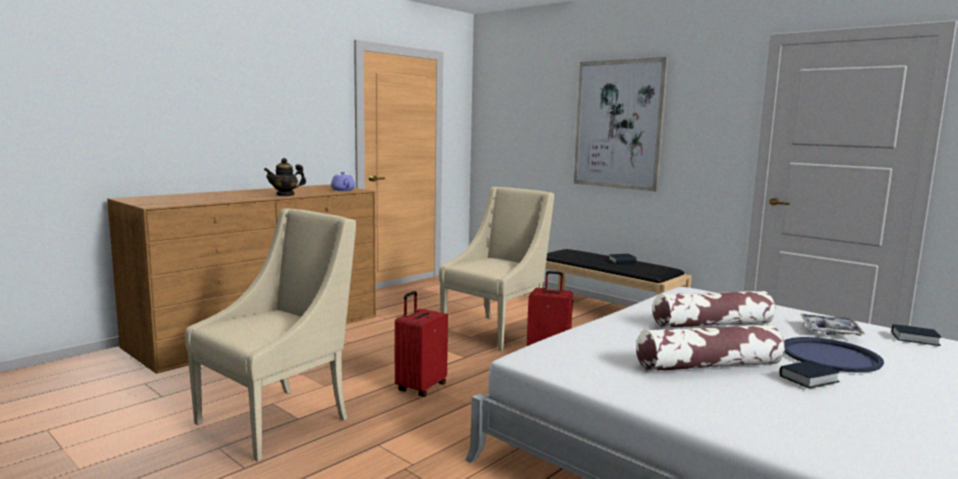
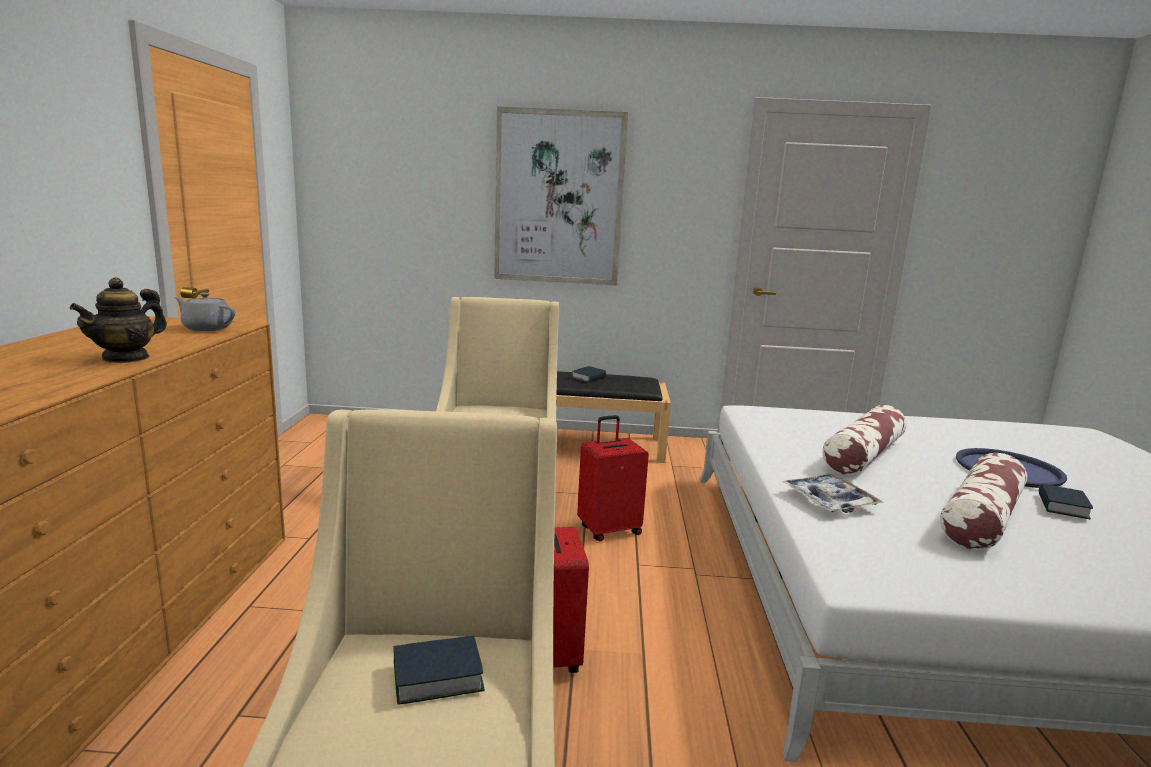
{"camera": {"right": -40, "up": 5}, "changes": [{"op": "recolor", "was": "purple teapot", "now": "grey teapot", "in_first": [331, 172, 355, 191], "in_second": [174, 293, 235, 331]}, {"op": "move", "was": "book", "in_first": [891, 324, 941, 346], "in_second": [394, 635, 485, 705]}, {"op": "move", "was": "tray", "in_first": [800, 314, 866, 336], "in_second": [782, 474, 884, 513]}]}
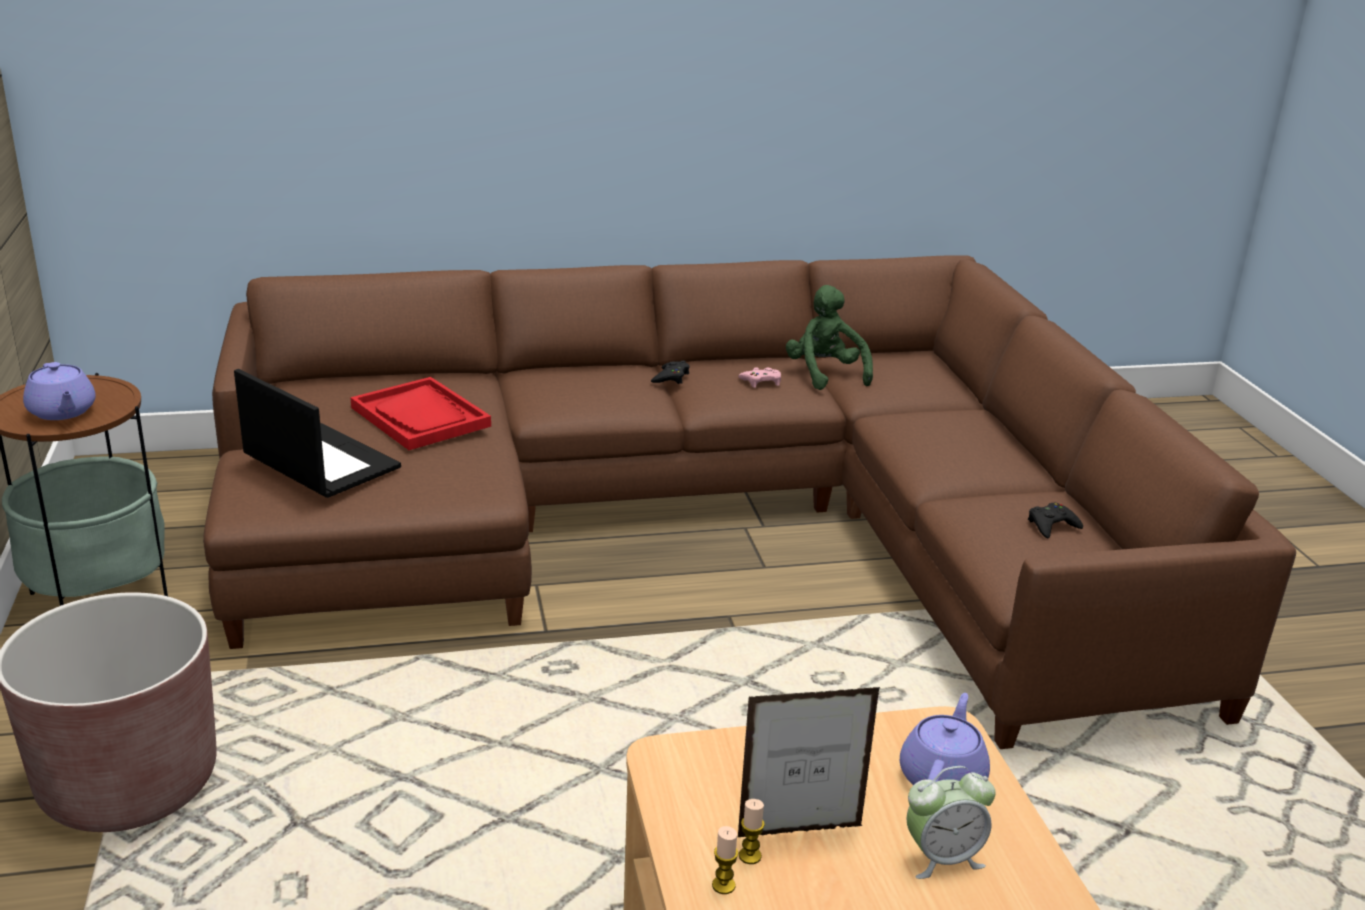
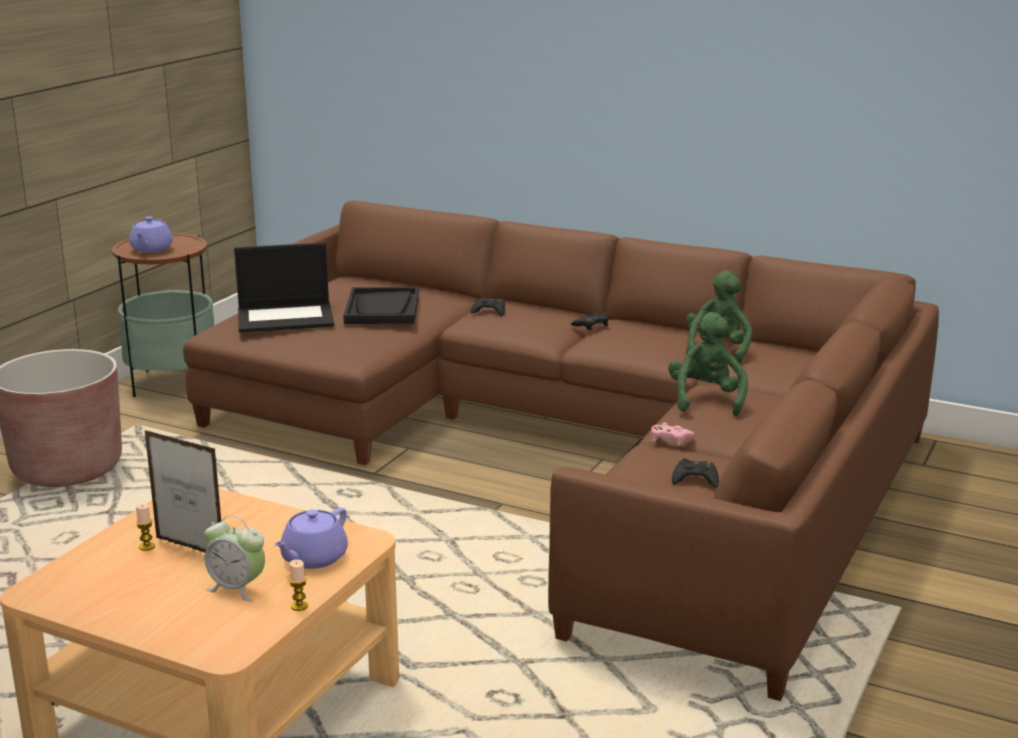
{"camera": {"right": 40, "up": -5}, "changes": [{"op": "rotate", "was": "laptop", "in_first": [234, 369, 401, 498], "in_second": [234, 242, 334, 333], "clockwise": 90}, {"op": "rotate", "was": "purple teapot", "in_first": [900, 693, 990, 785], "in_second": [274, 508, 348, 569], "clockwise": 150}, {"op": "move", "was": "candle", "in_first": [712, 826, 738, 894], "in_second": [289, 559, 308, 611]}, {"op": "recolor", "was": "red tray", "now": "black tray", "in_first": [350, 377, 491, 450], "in_second": [343, 287, 419, 324]}, {"op": "insert", "now": "black game controller", "in_second": [471, 296, 505, 316]}, {"op": "move", "was": "pink game controller", "in_first": [738, 367, 781, 388], "in_second": [651, 423, 695, 446]}, {"op": "insert", "now": "green plush toy", "in_second": [668, 312, 748, 416]}]}
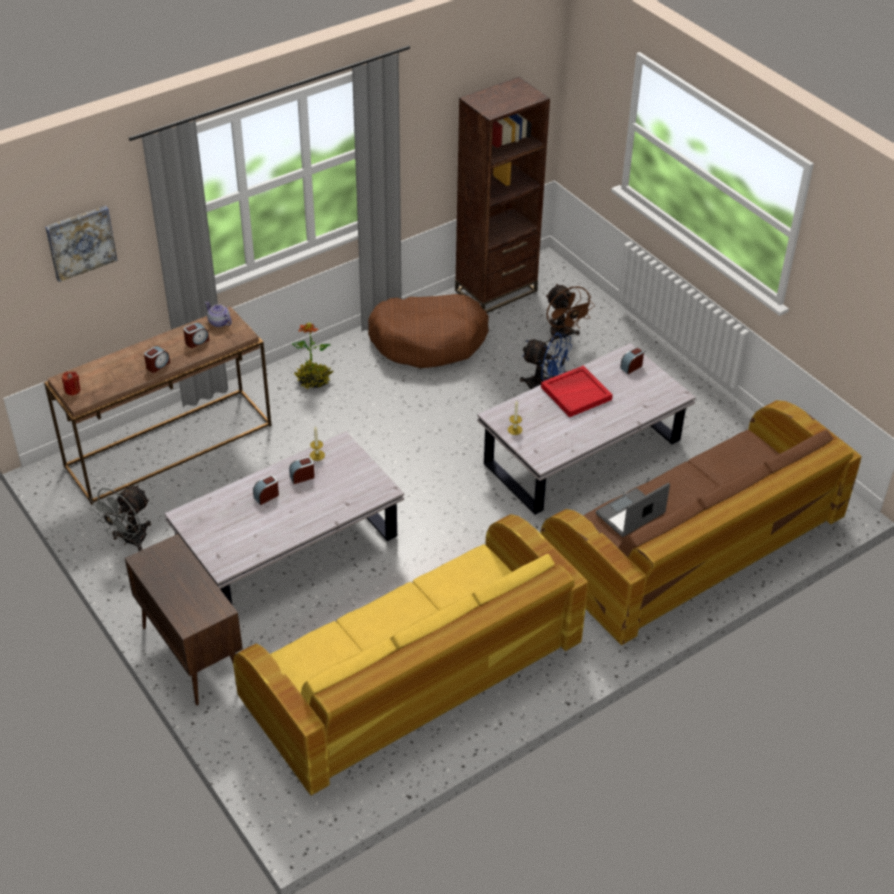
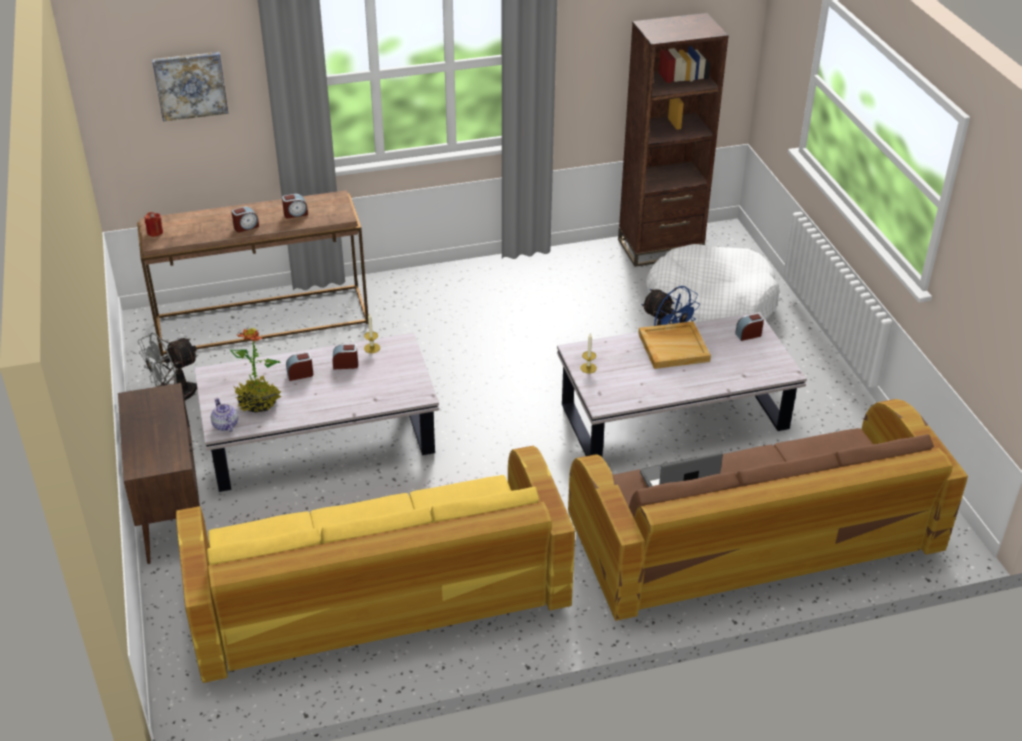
{"camera": {"right": 20, "up": -5}, "changes": [{"op": "move", "was": "teapot", "in_first": [205, 302, 232, 327], "in_second": [211, 398, 238, 432]}, {"op": "move", "was": "potted plant", "in_first": [292, 322, 334, 389], "in_second": [230, 328, 281, 413]}, {"op": "recolor", "was": "red tray", "now": "beige tray", "in_first": [541, 366, 613, 417], "in_second": [638, 321, 711, 369]}, {"op": "replace", "was": "brown fan", "now": "white dog bed", "in_first": [546, 284, 595, 343], "in_second": [646, 244, 780, 323]}, {"op": "delete", "was": "brown dog bed", "in_first": [368, 294, 489, 368]}]}
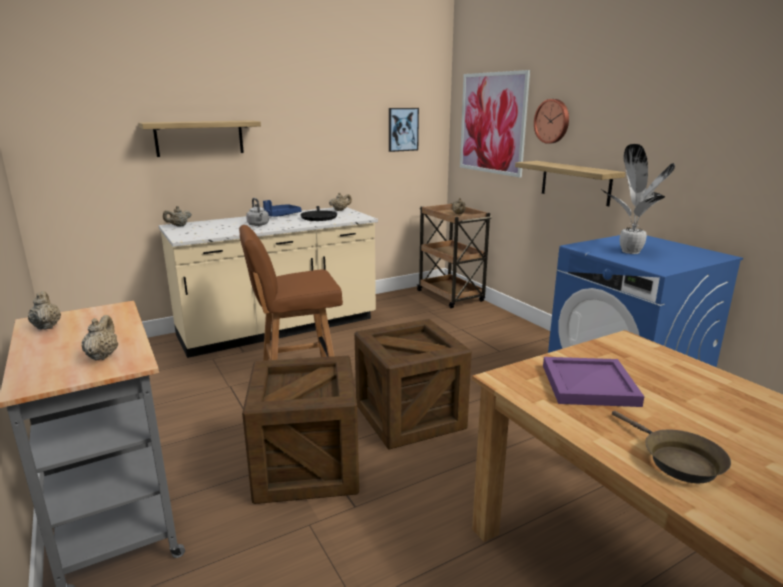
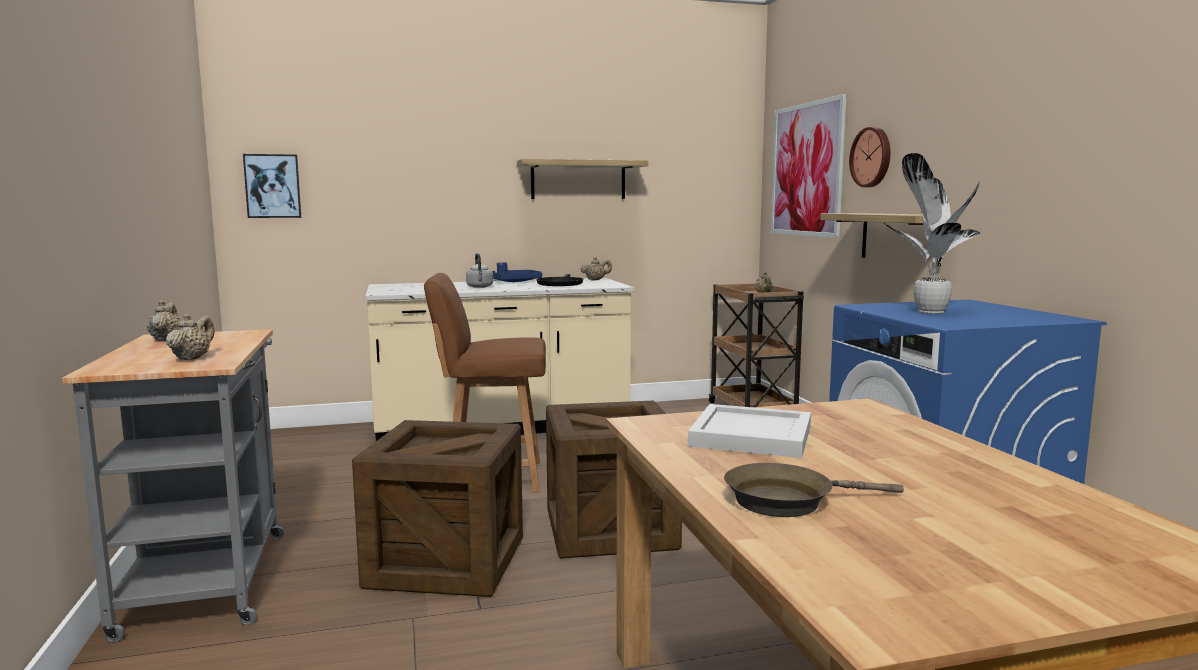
{"camera": {"right": 15, "up": -10}, "changes": [{"op": "move", "was": "picture", "in_first": [389, 108, 419, 152], "in_second": [243, 154, 301, 218]}, {"op": "move", "was": "shelf", "in_first": [139, 120, 261, 157], "in_second": [517, 159, 648, 199]}, {"op": "recolor", "was": "purple tray", "now": "white tray", "in_first": [543, 357, 644, 407], "in_second": [688, 404, 811, 458]}, {"op": "rotate", "was": "brown frying pan", "in_first": [612, 411, 731, 483], "in_second": [724, 463, 904, 517], "clockwise": 90}, {"op": "delete", "was": "beige teapot", "in_first": [163, 206, 192, 226]}]}
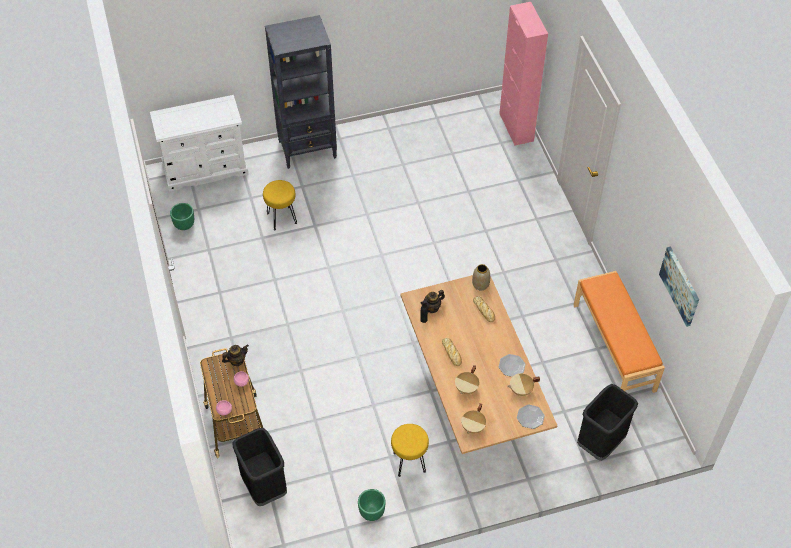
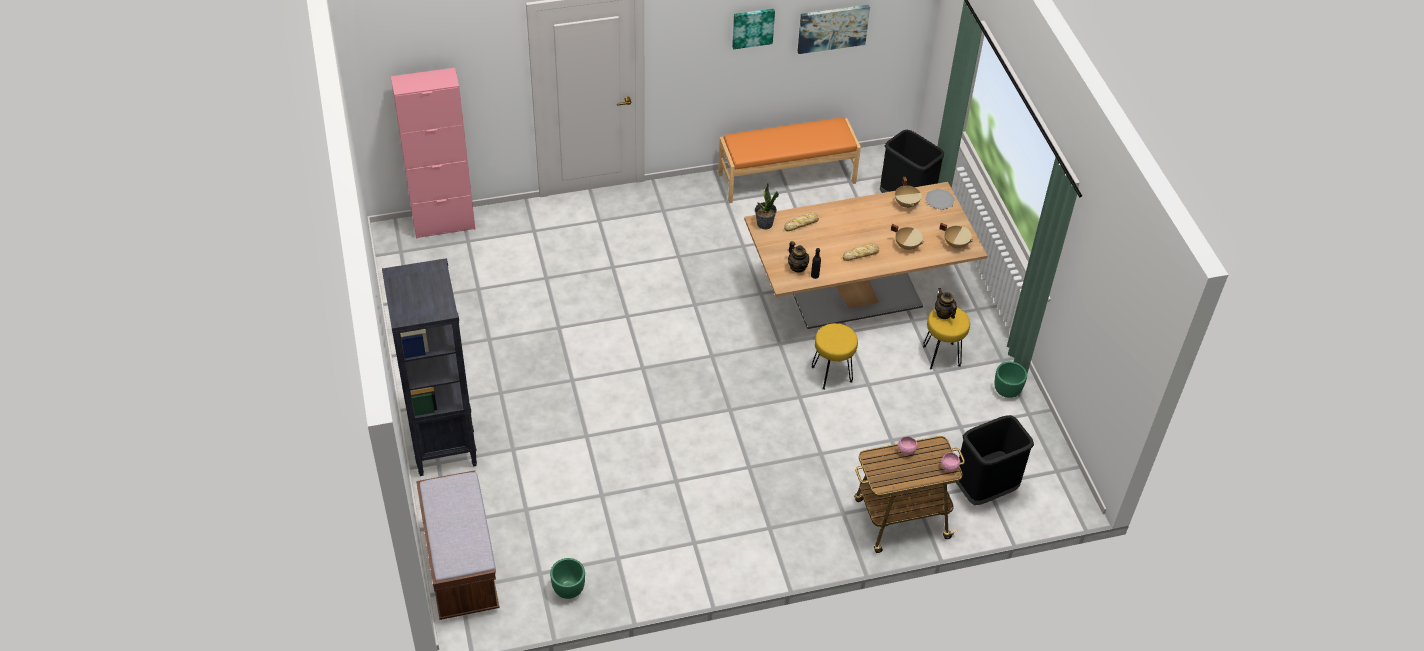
{"camera": {"right": -90, "up": -5}, "changes": [{"op": "replace", "was": "white dresser", "now": "brown bench", "in_first": [150, 95, 249, 192], "in_second": [416, 470, 500, 620]}, {"op": "insert", "now": "picture", "in_second": [732, 9, 775, 49]}, {"op": "replace", "was": "vase", "now": "potted plant", "in_first": [472, 264, 490, 290], "in_second": [755, 183, 779, 229]}, {"op": "move", "was": "yellow stool", "in_first": [263, 180, 297, 230], "in_second": [812, 323, 858, 390]}, {"op": "move", "was": "teapot", "in_first": [222, 344, 249, 366], "in_second": [935, 288, 957, 319]}, {"op": "delete", "was": "plate", "in_first": [499, 354, 526, 377]}]}
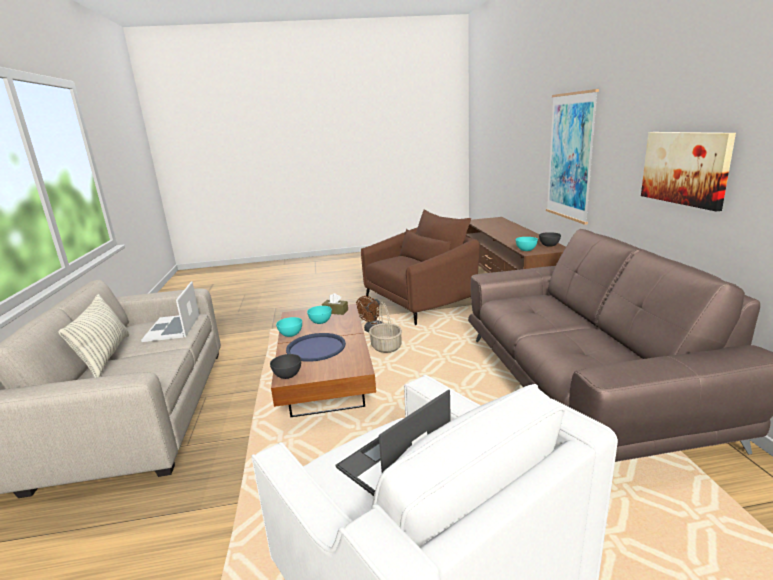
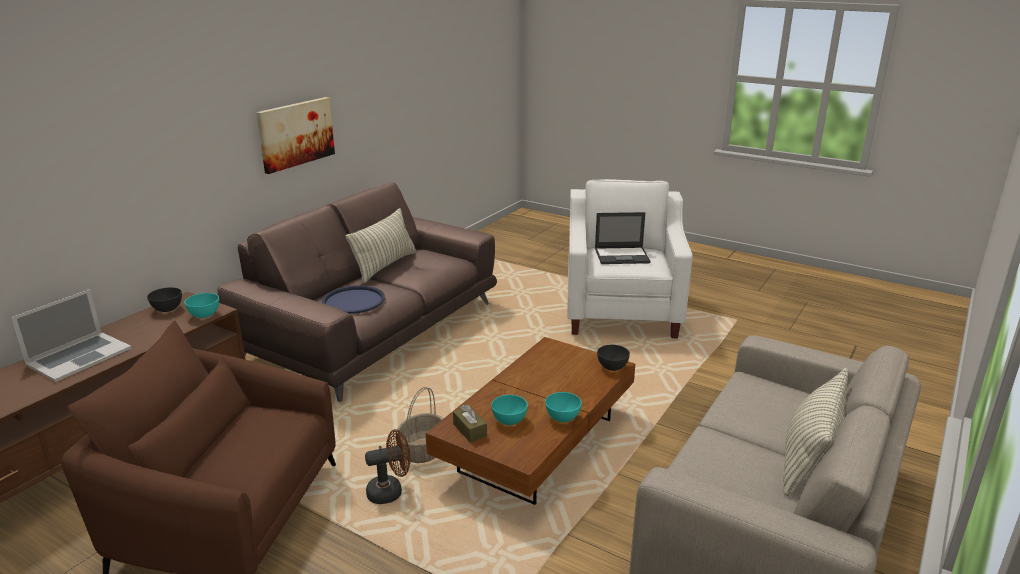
{"camera": {"right": -140, "up": 5}, "changes": [{"op": "move", "was": "laptop", "in_first": [141, 281, 199, 342], "in_second": [11, 289, 132, 382]}, {"op": "move", "was": "blue tray", "in_first": [286, 333, 346, 362], "in_second": [322, 285, 385, 314]}, {"op": "insert", "now": "pillow", "in_second": [346, 208, 416, 284]}, {"op": "delete", "was": "picture", "in_first": [546, 89, 599, 225]}]}
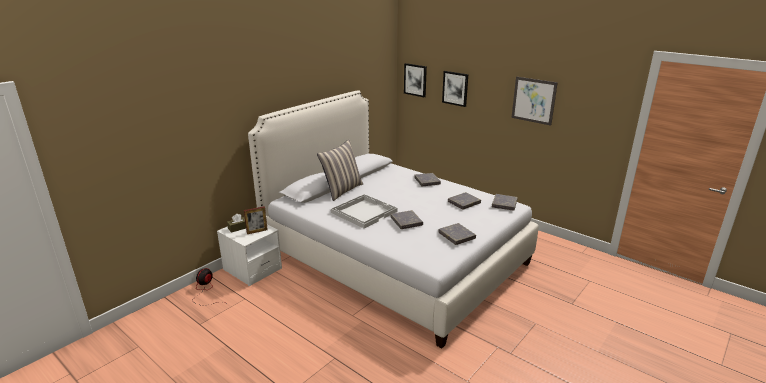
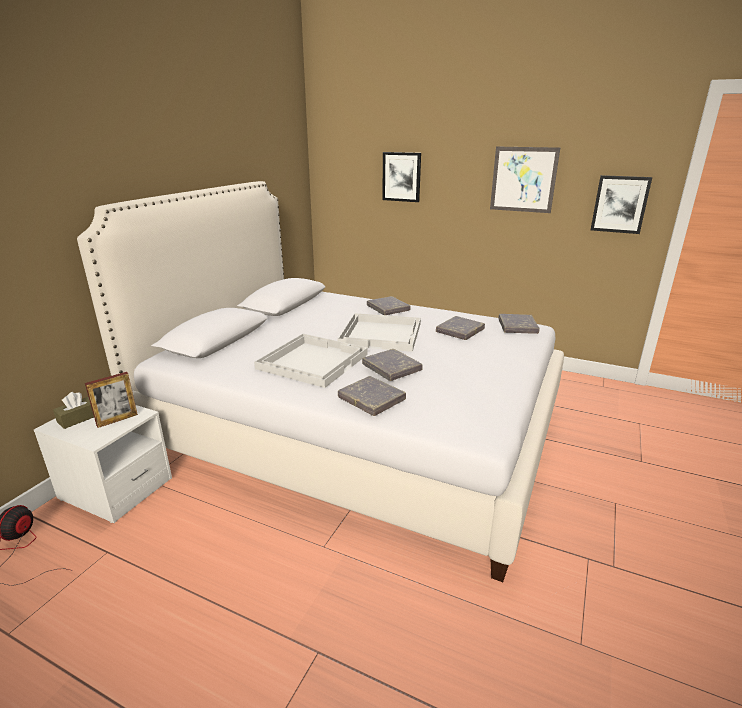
{"camera": {"right": -15, "up": 0}, "changes": [{"op": "insert", "now": "white tray", "in_second": [338, 313, 421, 352]}, {"op": "move", "was": "grey book", "in_first": [438, 223, 476, 245], "in_second": [338, 376, 406, 416]}, {"op": "move", "was": "picture", "in_first": [404, 63, 427, 97], "in_second": [591, 175, 652, 234]}, {"op": "delete", "was": "pillow", "in_first": [317, 140, 363, 201]}]}
